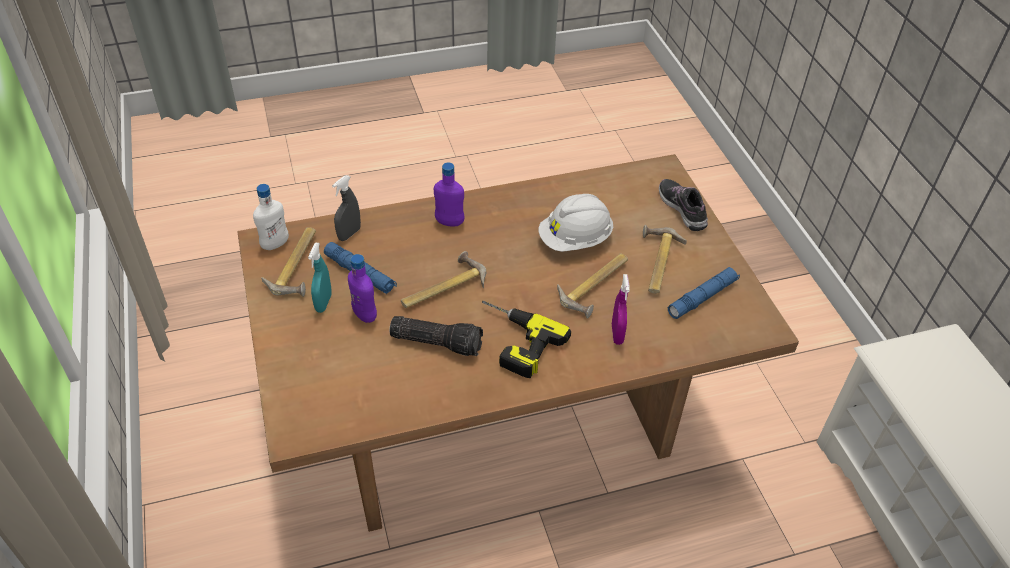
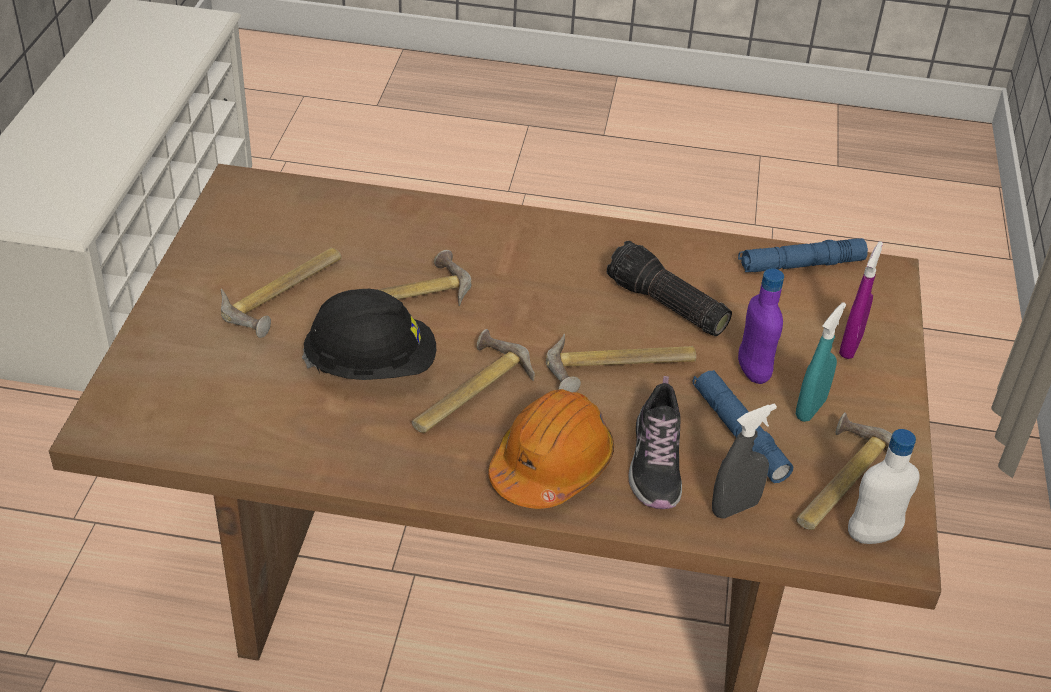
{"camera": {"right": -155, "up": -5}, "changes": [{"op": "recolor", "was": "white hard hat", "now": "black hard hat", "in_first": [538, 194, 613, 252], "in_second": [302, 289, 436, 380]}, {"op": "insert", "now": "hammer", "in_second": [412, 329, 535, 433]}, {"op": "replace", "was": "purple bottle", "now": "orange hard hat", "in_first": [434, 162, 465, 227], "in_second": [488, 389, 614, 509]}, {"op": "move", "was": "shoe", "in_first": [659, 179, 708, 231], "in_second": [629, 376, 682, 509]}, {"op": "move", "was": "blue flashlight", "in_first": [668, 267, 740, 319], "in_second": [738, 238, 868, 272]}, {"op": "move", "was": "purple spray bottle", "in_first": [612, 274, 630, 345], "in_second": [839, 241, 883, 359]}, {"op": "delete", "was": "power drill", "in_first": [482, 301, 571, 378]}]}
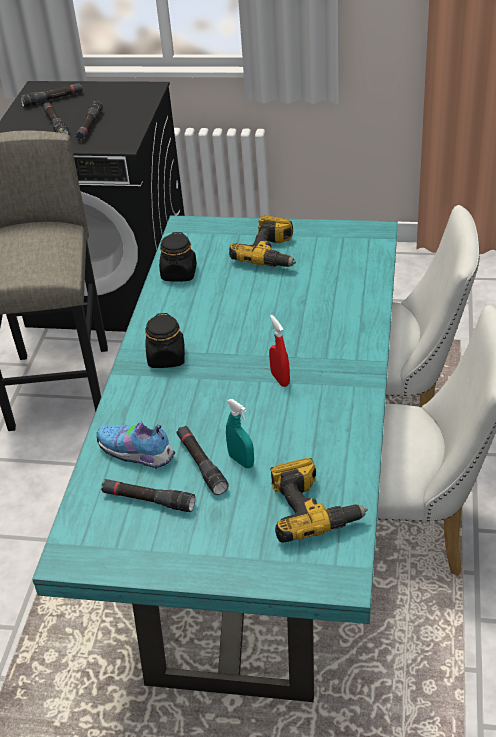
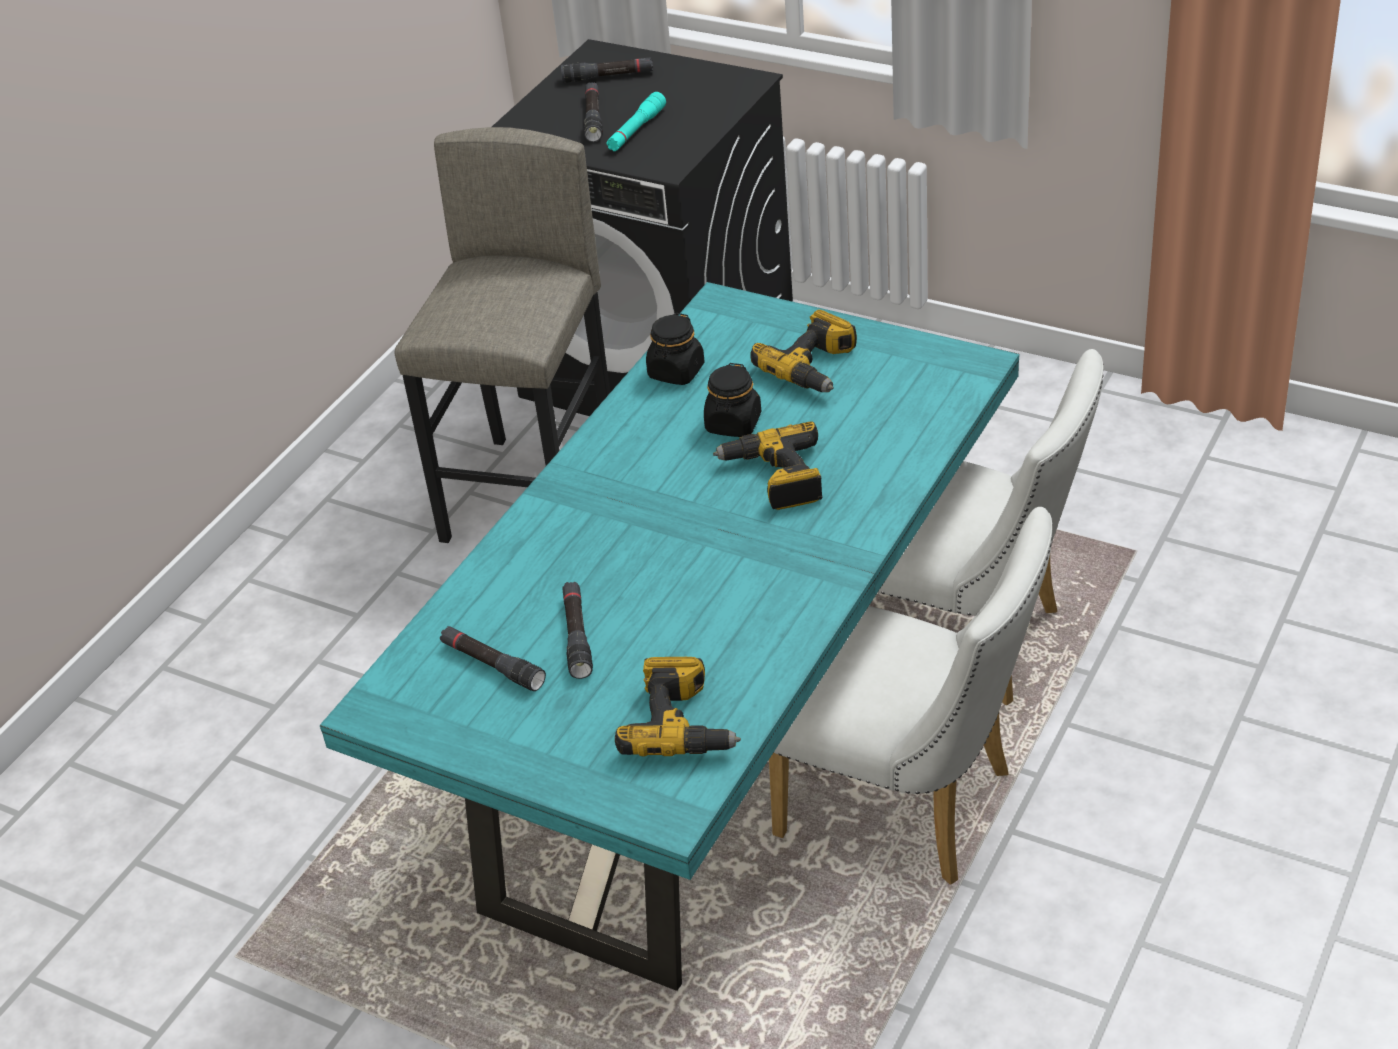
{"camera": {"right": 20, "up": 0}, "changes": [{"op": "recolor", "was": "black flashlight", "now": "turquoise flashlight", "in_first": [75, 101, 103, 141], "in_second": [606, 92, 666, 151]}, {"op": "move", "was": "black jar", "in_first": [145, 313, 185, 368], "in_second": [704, 363, 761, 437]}, {"op": "insert", "now": "power drill", "in_second": [713, 422, 823, 510]}, {"op": "delete", "was": "shoe", "in_first": [97, 421, 175, 468]}, {"op": "delete", "was": "turquoise spray bottle", "in_first": [226, 399, 254, 468]}, {"op": "delete", "was": "red spray bottle", "in_first": [269, 315, 290, 387]}]}
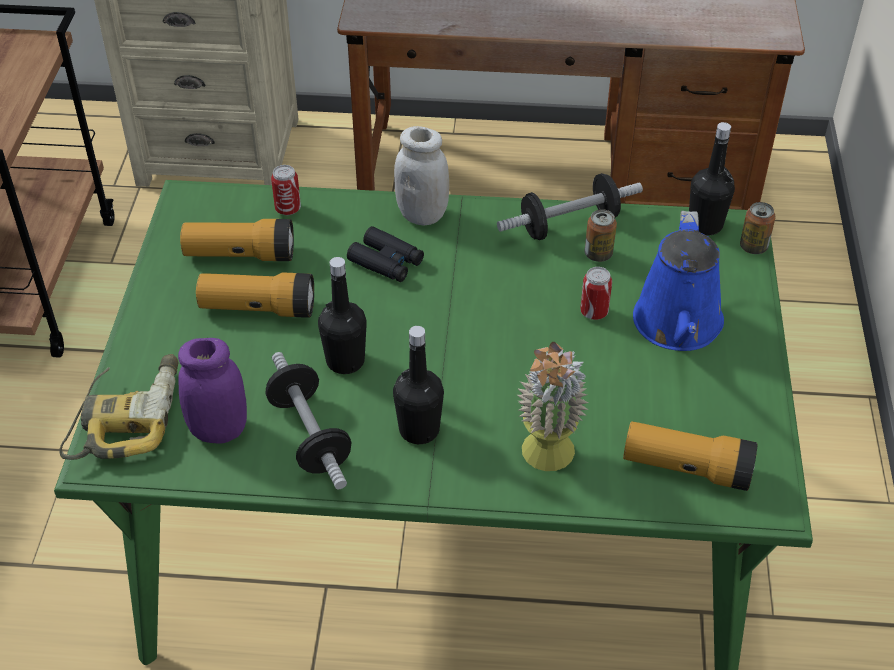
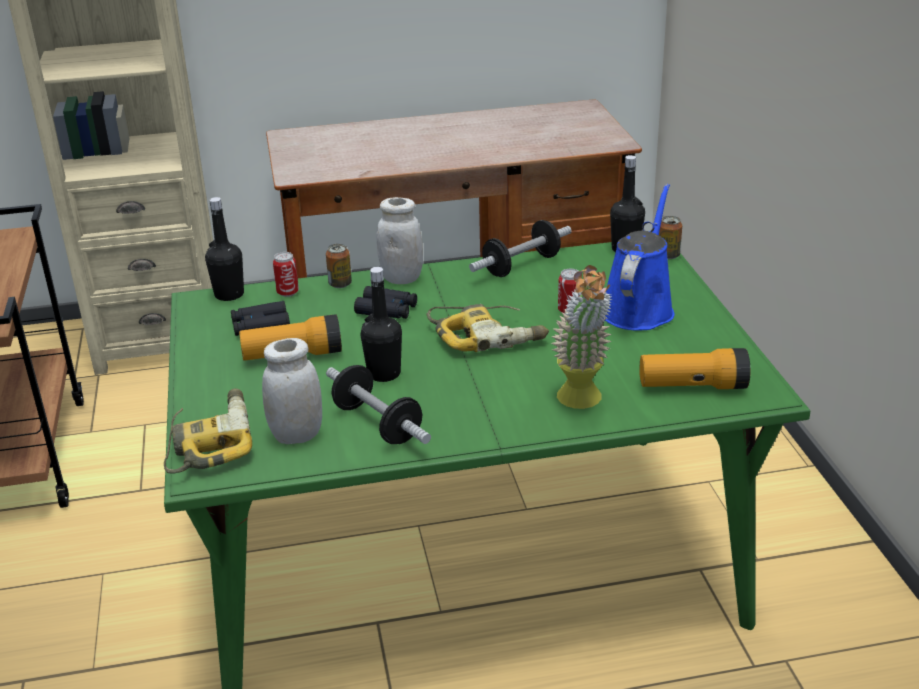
{"camera": {"right": -15, "up": -15}, "changes": [{"op": "move", "was": "black bottle", "in_first": [393, 326, 444, 444], "in_second": [205, 197, 244, 301]}, {"op": "replace", "was": "flashlight", "now": "black binoculars", "in_first": [180, 219, 294, 261], "in_second": [231, 301, 290, 336]}, {"op": "recolor", "was": "purple jar", "now": "white jar", "in_first": [178, 338, 247, 443], "in_second": [262, 338, 322, 444]}, {"op": "move", "was": "can", "in_first": [584, 209, 617, 262], "in_second": [326, 244, 352, 288]}, {"op": "insert", "now": "power drill", "in_second": [426, 304, 549, 352]}, {"op": "rotate", "was": "blue watering can", "in_first": [633, 211, 724, 351], "in_second": [603, 184, 674, 331], "clockwise": -150}]}
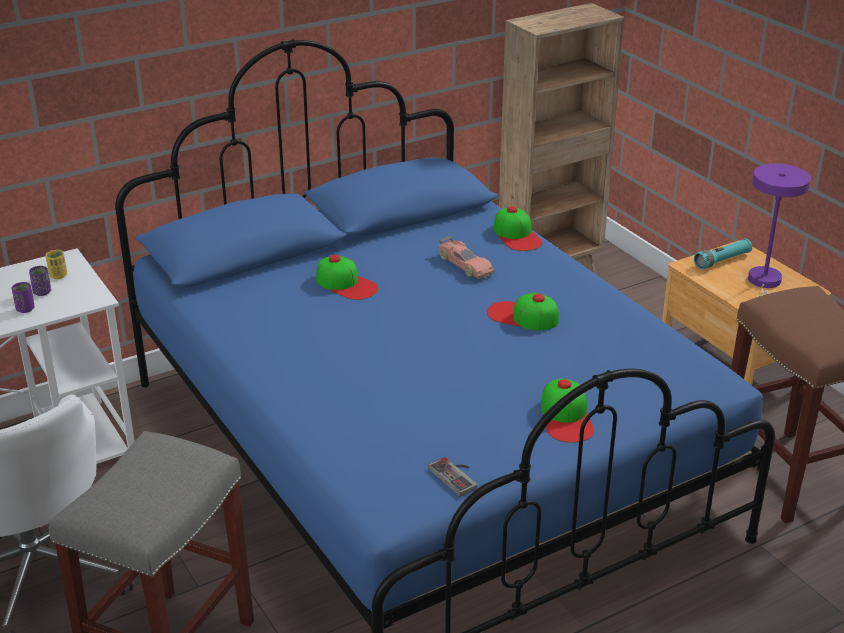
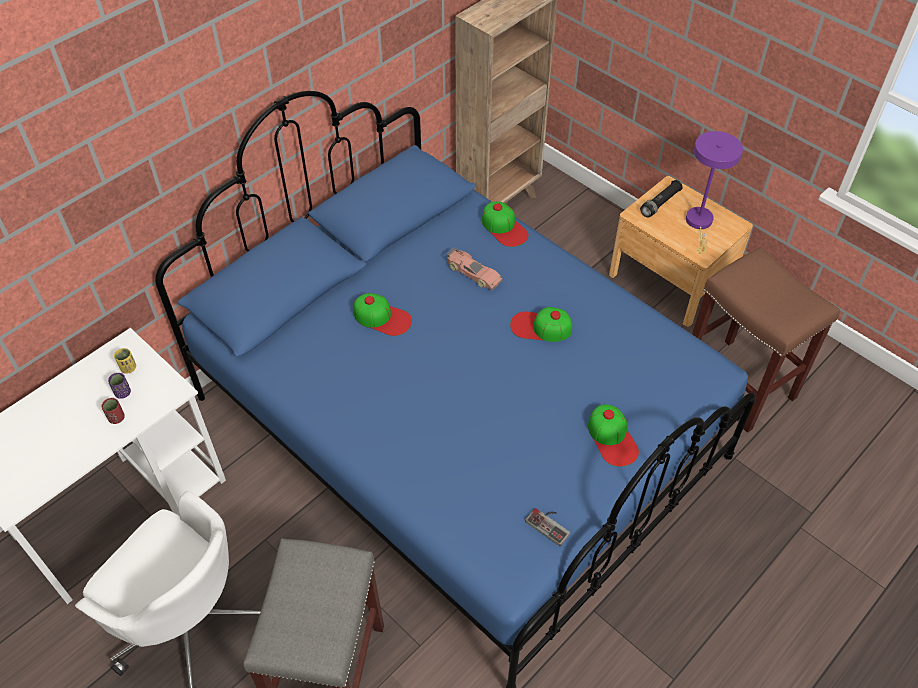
{"camera": {"right": -15, "up": 20}, "changes": [{"op": "recolor", "was": "purple cup", "now": "red cup", "in_first": [12, 282, 35, 313], "in_second": [102, 398, 125, 424]}, {"op": "recolor", "was": "turquoise flashlight", "now": "black flashlight", "in_first": [694, 239, 752, 269], "in_second": [640, 180, 683, 217]}]}
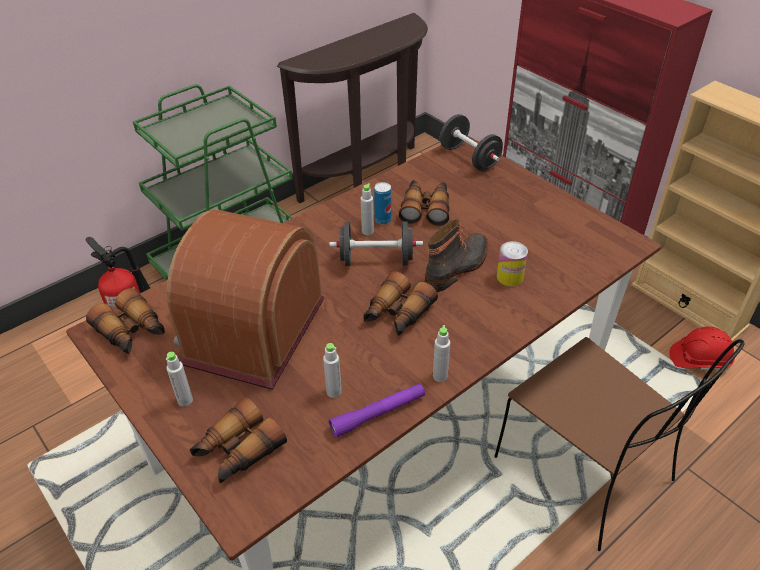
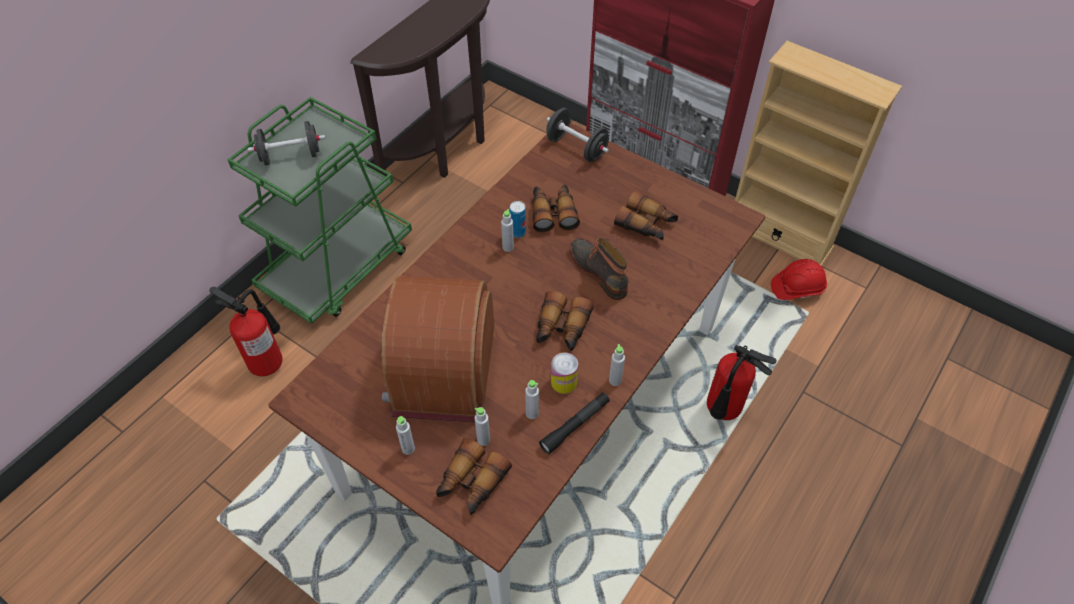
{"camera": {"right": -15, "up": 10}, "changes": [{"op": "move", "was": "black dumbbell", "in_first": [329, 221, 423, 266], "in_second": [248, 121, 326, 166]}, {"op": "insert", "now": "grey bottle", "in_second": [475, 407, 490, 446]}, {"op": "recolor", "was": "purple flashlight", "now": "black flashlight", "in_first": [329, 383, 425, 438], "in_second": [539, 392, 610, 454]}, {"op": "move", "was": "can", "in_first": [497, 241, 528, 287], "in_second": [551, 352, 578, 394]}, {"op": "rotate", "was": "boot", "in_first": [425, 219, 488, 292], "in_second": [570, 238, 629, 300], "clockwise": -60}, {"op": "move", "was": "binoculars", "in_first": [86, 288, 165, 354], "in_second": [614, 190, 678, 240]}, {"op": "replace", "was": "brown chair", "now": "fire extinguisher", "in_first": [494, 337, 745, 551], "in_second": [707, 345, 776, 420]}]}
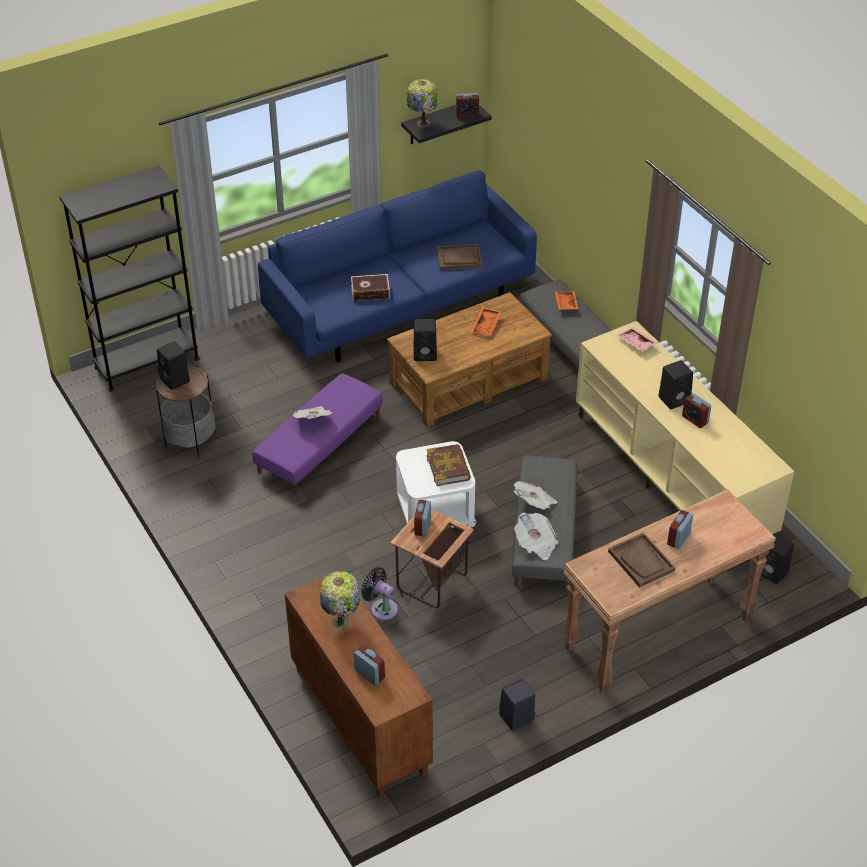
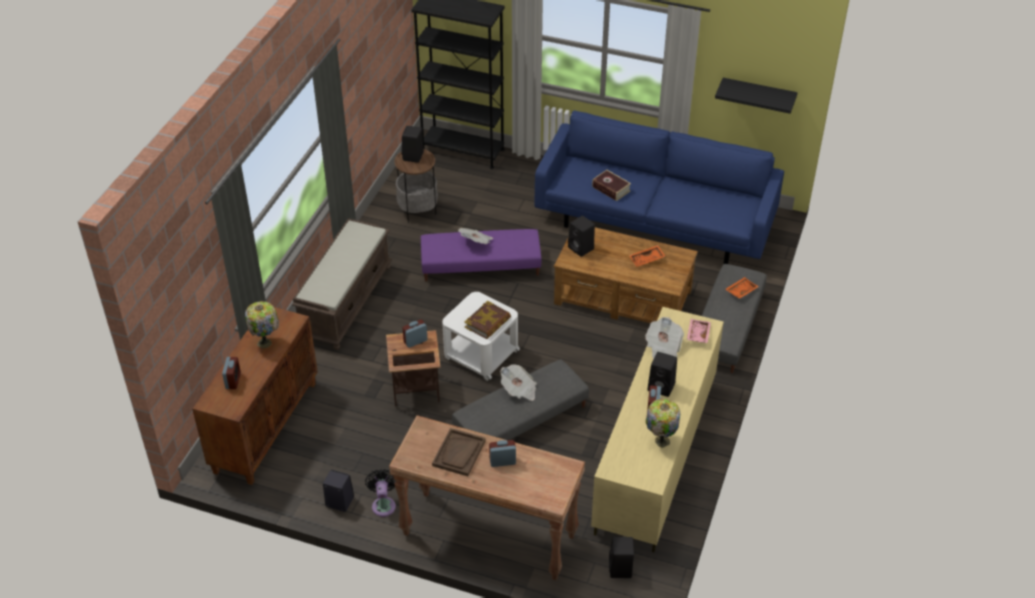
{"camera": {"right": 50, "up": 0}, "changes": [{"op": "insert", "now": "brown bench", "in_second": [292, 218, 392, 350]}, {"op": "move", "was": "black fan", "in_first": [361, 567, 398, 620], "in_second": [365, 469, 396, 517]}, {"op": "move", "was": "newspaper", "in_first": [514, 512, 559, 560], "in_second": [645, 317, 684, 359]}, {"op": "move", "was": "table lamp", "in_first": [407, 79, 437, 127], "in_second": [646, 399, 680, 448]}, {"op": "delete", "was": "brown tray", "in_first": [437, 244, 483, 270]}, {"op": "delete", "was": "alarm clock", "in_first": [456, 93, 479, 118]}]}
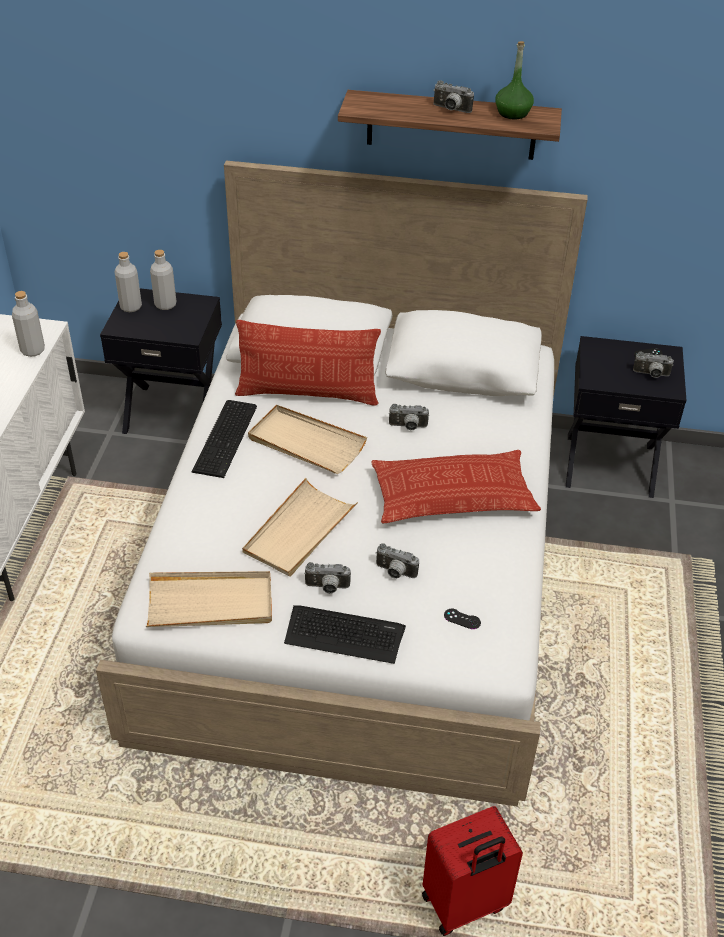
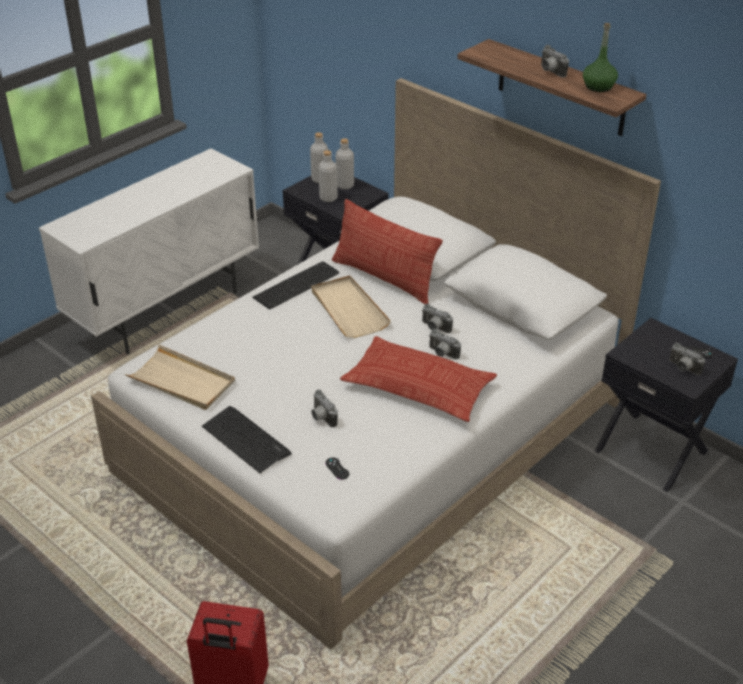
{"camera": {"right": 35, "up": -5}, "changes": [{"op": "move", "was": "grey bottle", "in_first": [12, 291, 45, 357], "in_second": [318, 150, 338, 202]}, {"op": "move", "was": "photo camera", "in_first": [304, 562, 351, 594], "in_second": [429, 329, 461, 360]}, {"op": "delete", "was": "beige tray", "in_first": [242, 478, 358, 577]}]}
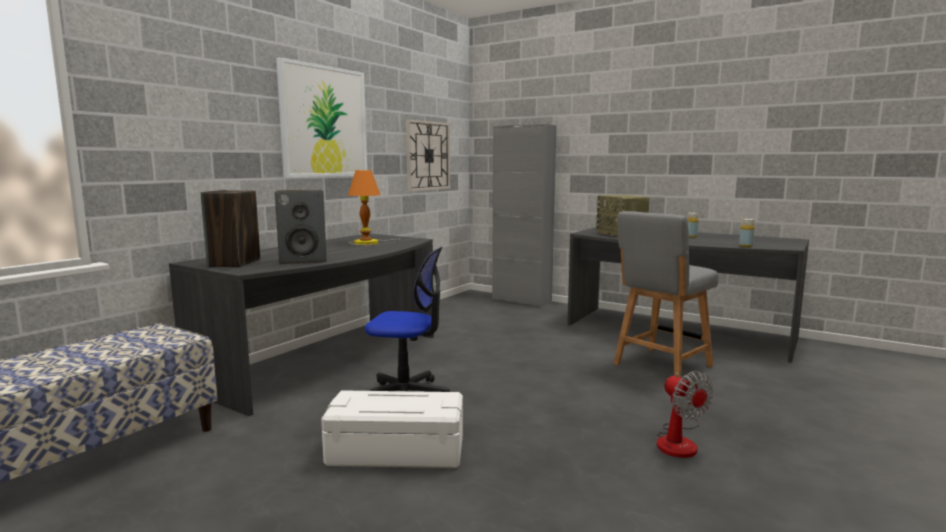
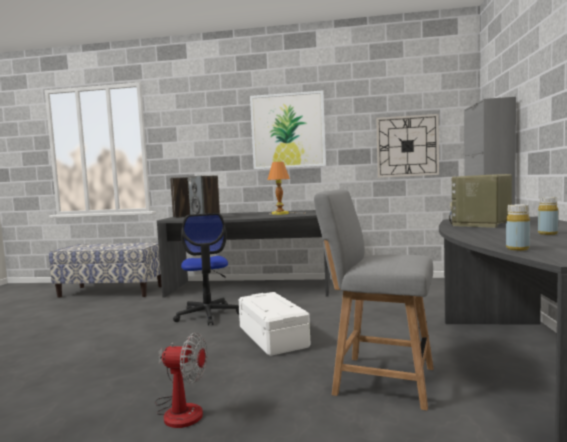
{"camera": {"right": 65, "up": -5}, "changes": [{"op": "rotate", "was": "fan", "in_first": [657, 371, 714, 458], "in_second": [155, 333, 208, 428], "clockwise": -120}, {"op": "move", "was": "white storage box", "in_first": [321, 390, 463, 468], "in_second": [239, 292, 311, 356]}]}
